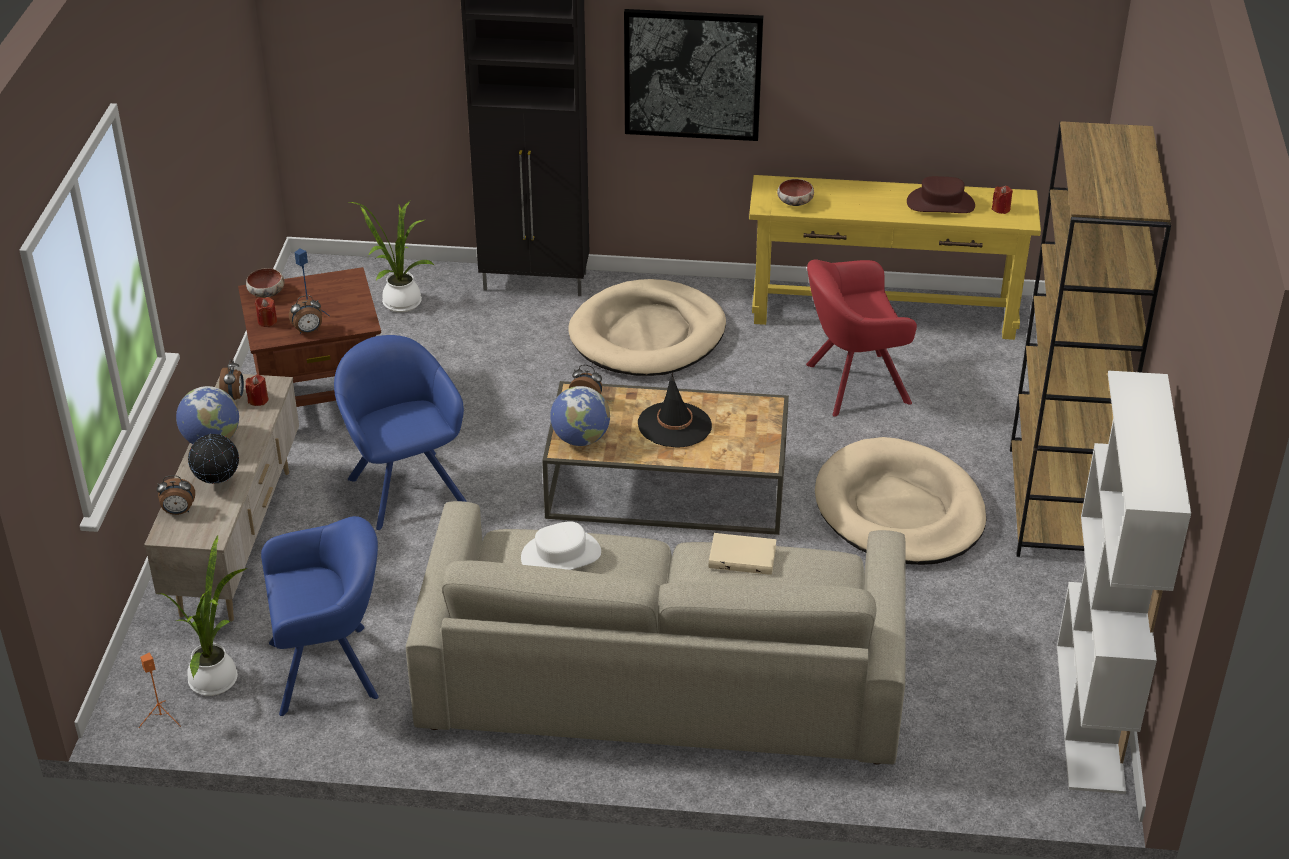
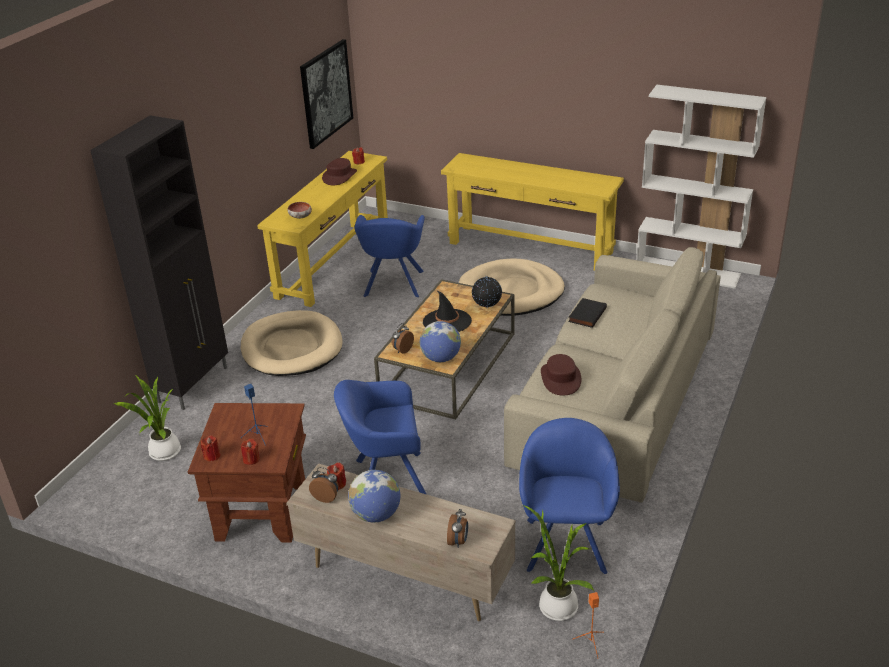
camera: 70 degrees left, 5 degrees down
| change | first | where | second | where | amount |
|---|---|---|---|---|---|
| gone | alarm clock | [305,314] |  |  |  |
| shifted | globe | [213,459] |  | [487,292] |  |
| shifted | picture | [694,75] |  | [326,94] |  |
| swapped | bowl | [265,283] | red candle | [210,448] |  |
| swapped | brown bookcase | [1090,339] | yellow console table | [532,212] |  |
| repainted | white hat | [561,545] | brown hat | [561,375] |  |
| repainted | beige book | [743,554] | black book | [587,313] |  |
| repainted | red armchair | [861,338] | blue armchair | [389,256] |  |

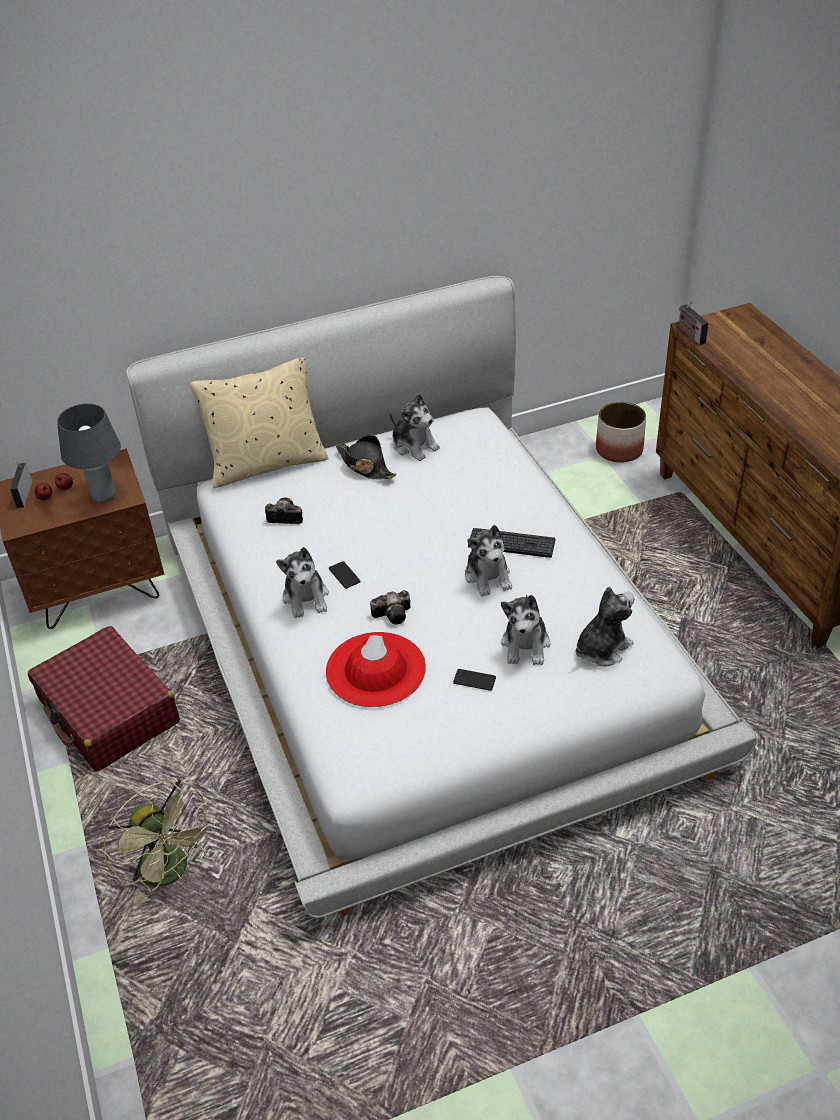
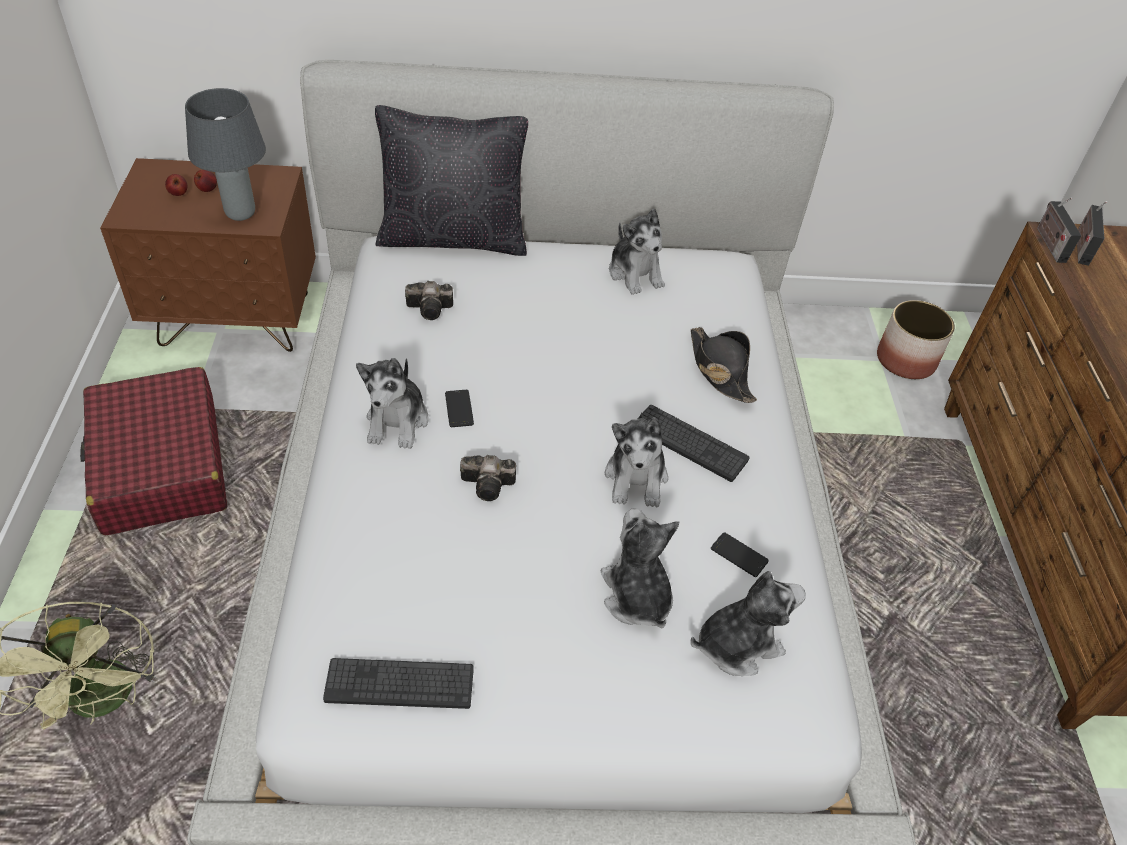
camera: 15 degrees right, 5 degrees up
| change | first | where | second | where | amount |
|---|---|---|---|---|---|
| gone | red hat | [376,669] |  |  |  |
| new |  |  | keyboard | [398,683] |  |
| shifted | radio | [21,484] |  | [1092,233] |  |
| shifted | black hat | [366,457] |  | [724,365] |  |
| shifted | phone | [474,680] |  | [740,554] |  |
| repainted | beige pillow | [259,423] | black pillow | [451,180] |  |
| rotated | photo camera | [284,510] |  | [429,300] | 150 degrees clockwise |
| rotated | plush toy | [525,630] |  | [640,568] | 135 degrees clockwise |

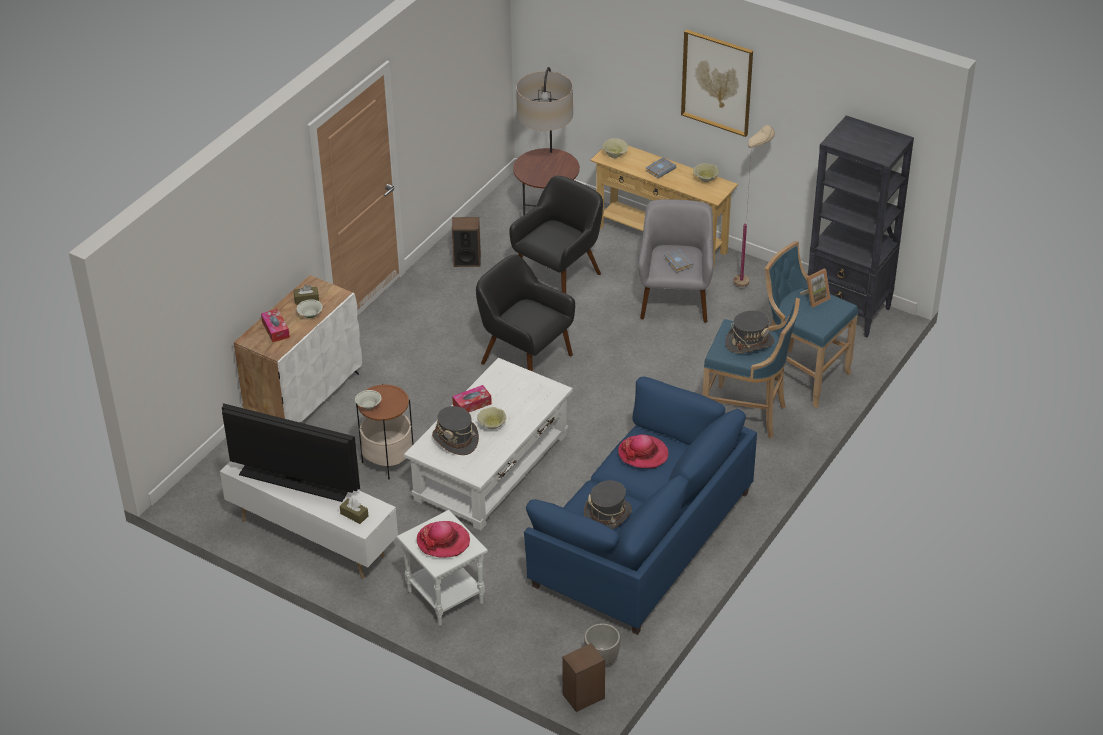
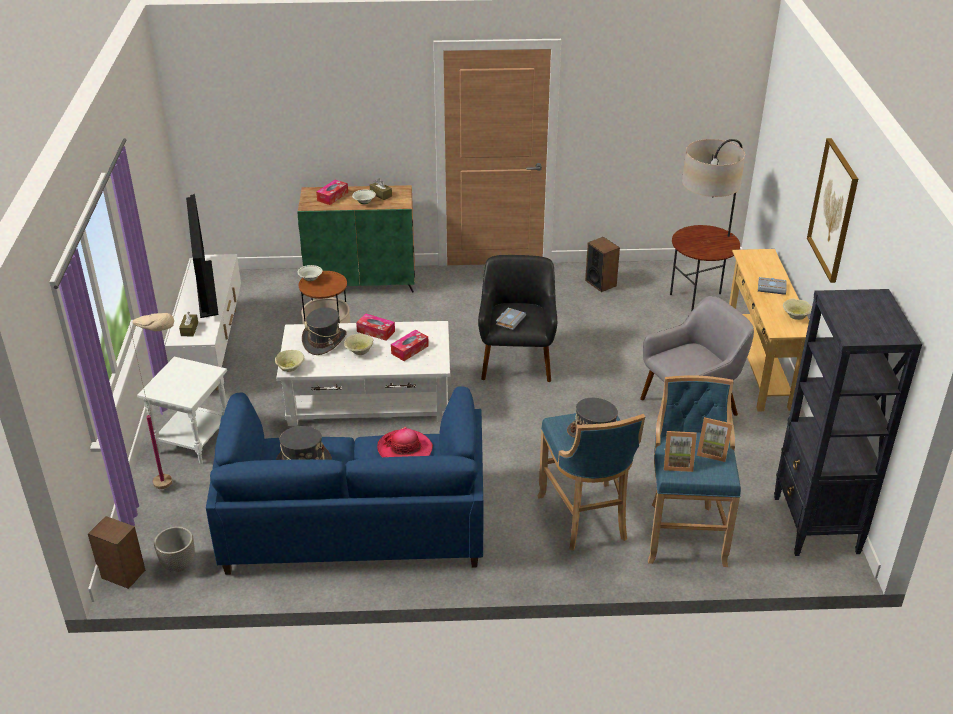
camera: 55 degrees right, 5 degrees down
| change | first | where | second | where | amount |
|---|---|---|---|---|---|
| gone | hat | [443,539] |  |  |  |
| gone | black armchair | [556,235] |  |  |  |
| new |  |  | tissue box | [410,345] |  |
| new |  |  | picture frame | [680,451] |  |
| shifted | beige bowl | [615,148] |  | [290,361] |  |
| shifted | grey book | [678,261] |  | [511,319] |  |
| shifted | beige floor lamp | [754,206] |  | [151,401] |  |
| repainted | white cabinet | [298,349] | green cabinet | [356,238] |  |

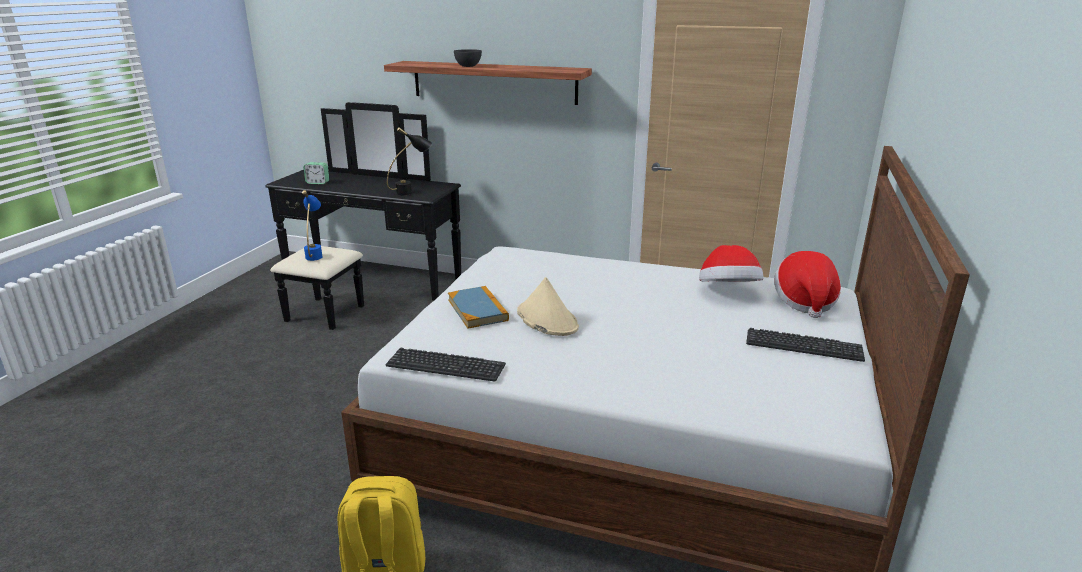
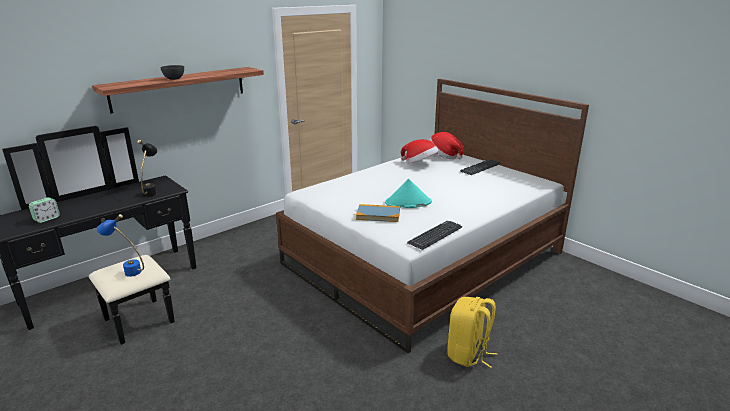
camera: 60 degrees left, 0 degrees up
| change | first | where | second | where | amount |
|---|---|---|---|---|---|
| repainted | beige hat | [548,306] | turquoise hat | [408,193] |  |

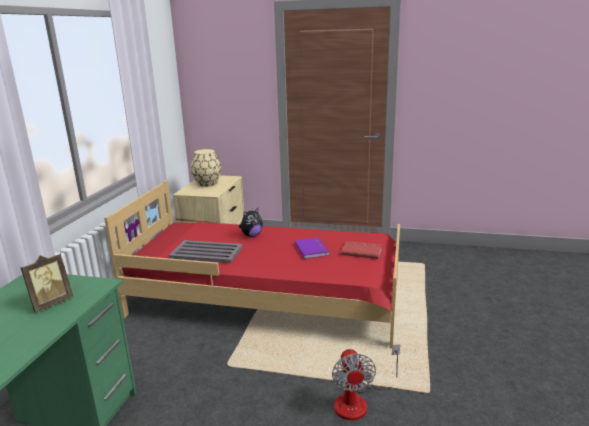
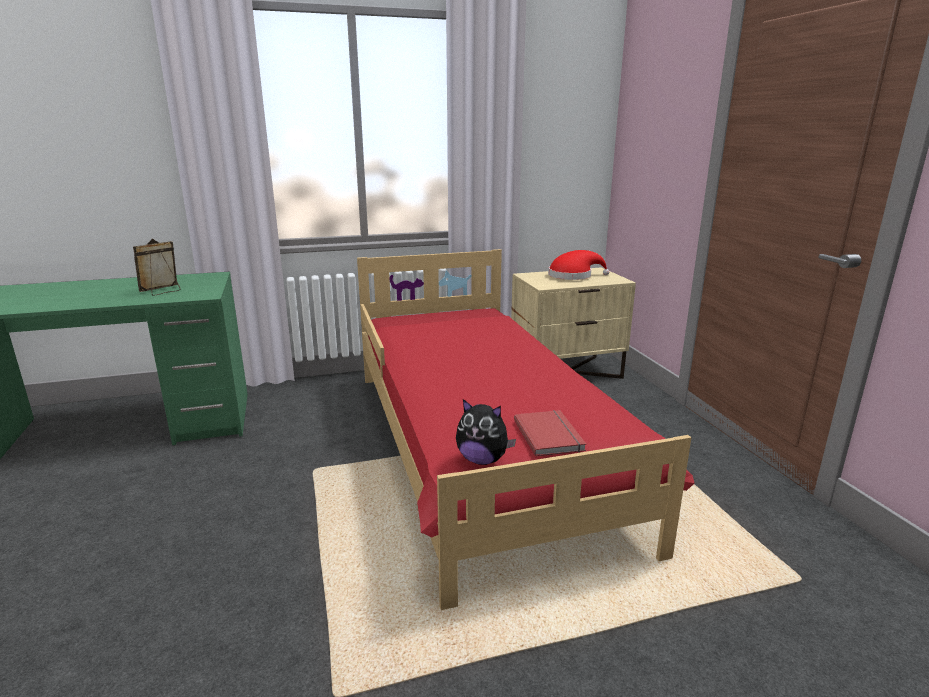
camera: 60 degrees right, 0 degrees up
| change | first | where | second | where | amount |
|---|---|---|---|---|---|
| gone | grey tray | [206,251] |  |  |  |
| gone | purple book | [312,248] |  |  |  |
| gone | fan | [366,382] |  |  |  |
| shifted | plush toy | [251,222] |  | [486,432] |  |
| swapped | beige vase | [206,168] | red hat | [578,265] |  |
| rotated | picture frame | [46,283] |  | [156,267] | 120 degrees clockwise |

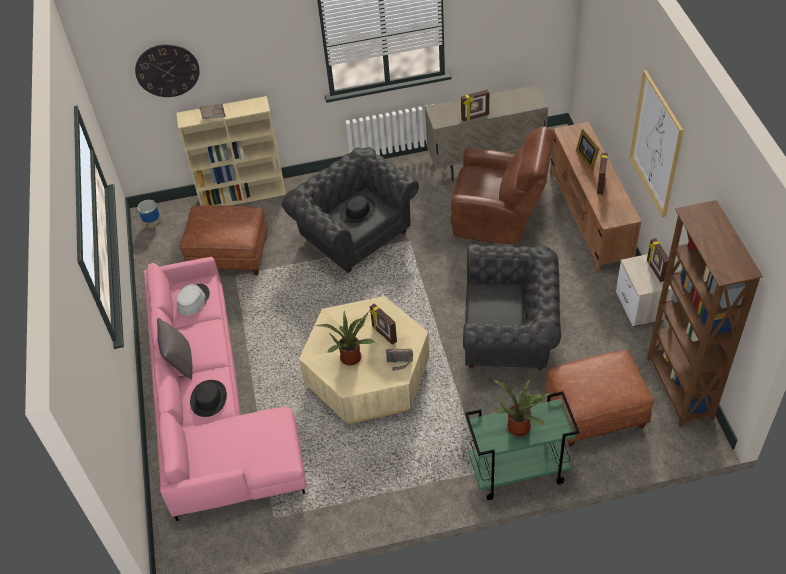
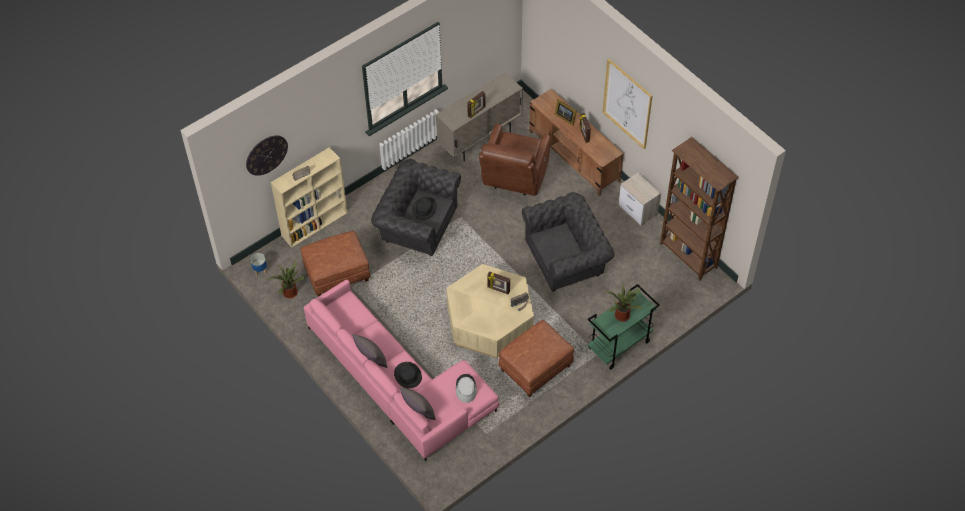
camera: 30 degrees left, 5 degrees up
| change | first | where | second | where | amount |
|---|---|---|---|---|---|
| gone | picture frame | [658,260] |  |  |  |
| new |  |  | grey pillow | [418,403] |  |
| shifted | grey hat | [193,300] |  | [466,388] |  |
| shifted | potted plant | [345,338] |  | [287,279] |  |
| shifted | brown ottoman | [600,398] |  | [536,358] |  |
| rotated | brown armchair | [503,185] |  | [515,160] | 120 degrees clockwise |

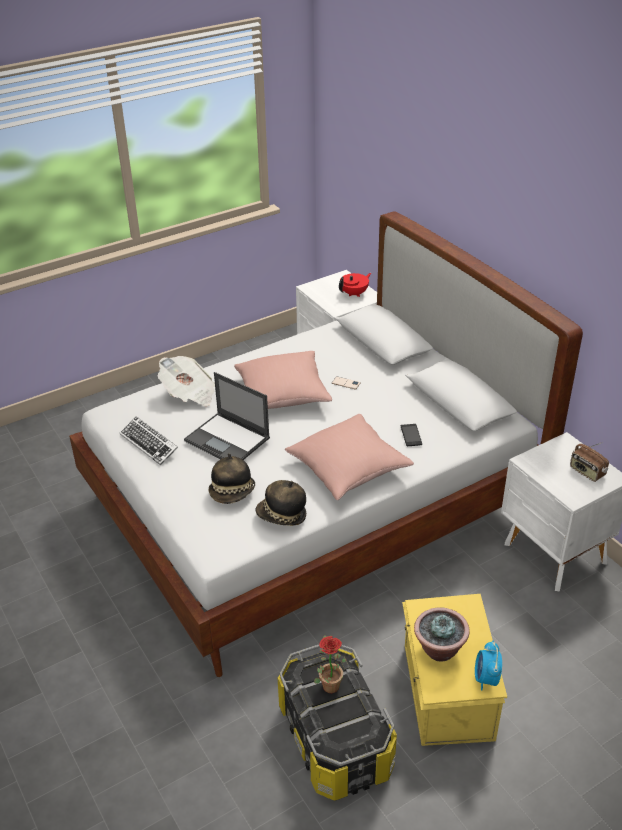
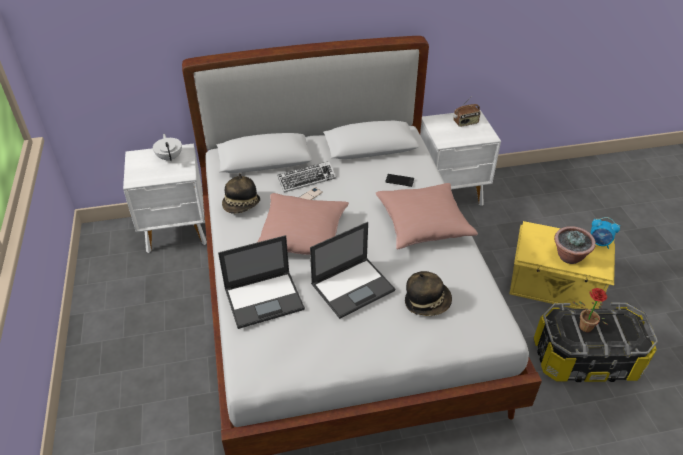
camera: 70 degrees left, 5 degrees up
| change | first | where | second | where | amount |
|---|---|---|---|---|---|
| shifted | keyboard | [149,440] |  | [306,177] |  |
| shifted | hat | [280,503] |  | [241,193] |  |
| swapped | newspaper | [186,381] | laptop | [261,282] |  |
| repainted | red teapot | [355,285] | white teapot | [167,147] |  |

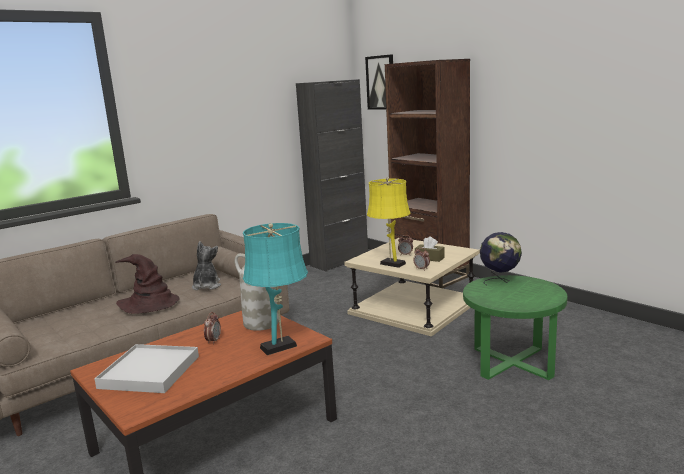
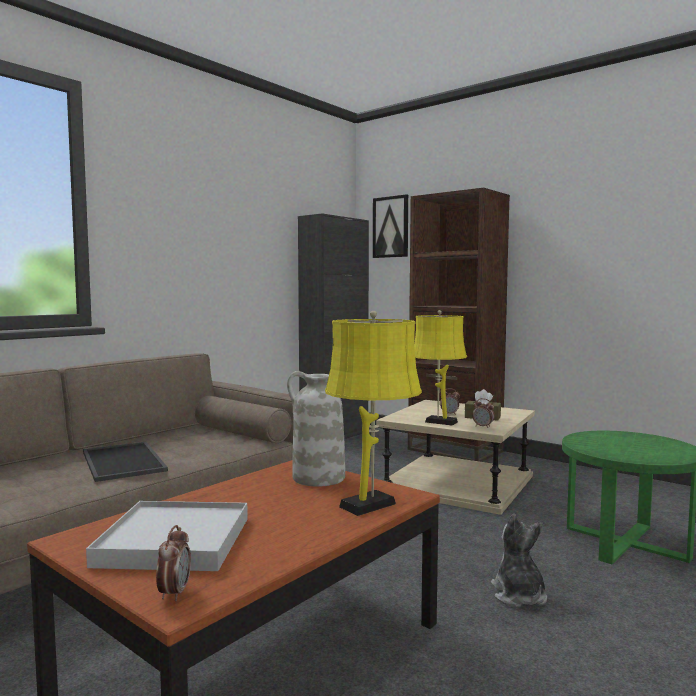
camera: 10 degrees left, 10 degrees down
| change | first | where | second | where | amount |
|---|---|---|---|---|---|
| gone | globe | [501,258] |  |  |  |
| shifted | plush toy | [206,265] |  | [519,560] |  |
| shifted | alarm clock | [212,328] |  | [173,563] |  |
| swapped | brown hat | [147,284] | tray | [125,462] |  |
| repainted | turquoise table lamp | [275,289] | yellow table lamp | [373,413] |  |

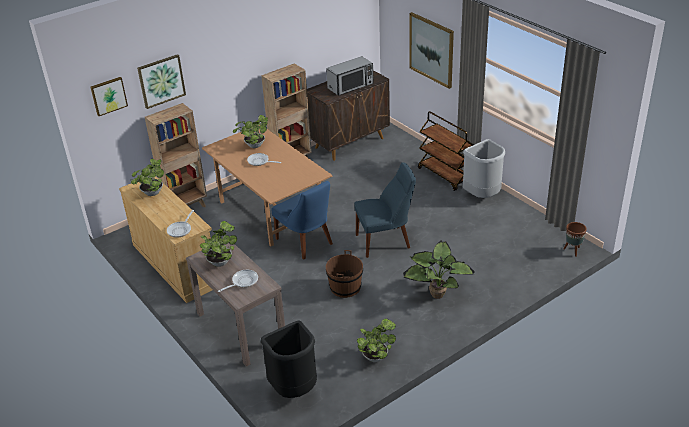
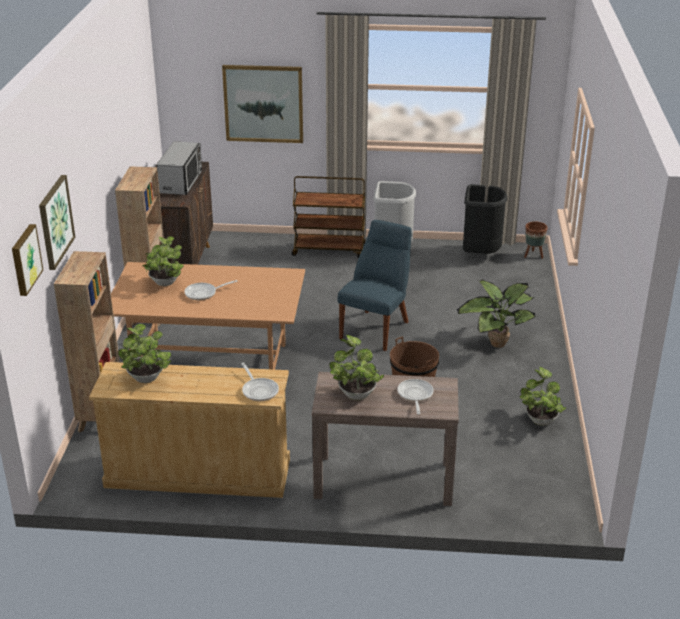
camera: 50 degrees left, 5 degrees down
| change | first | where | second | where | amount |
|---|---|---|---|---|---|
| gone | blue chair | [302,220] |  |  |  |
| shifted | black trash can | [289,359] |  | [485,219] |  |

